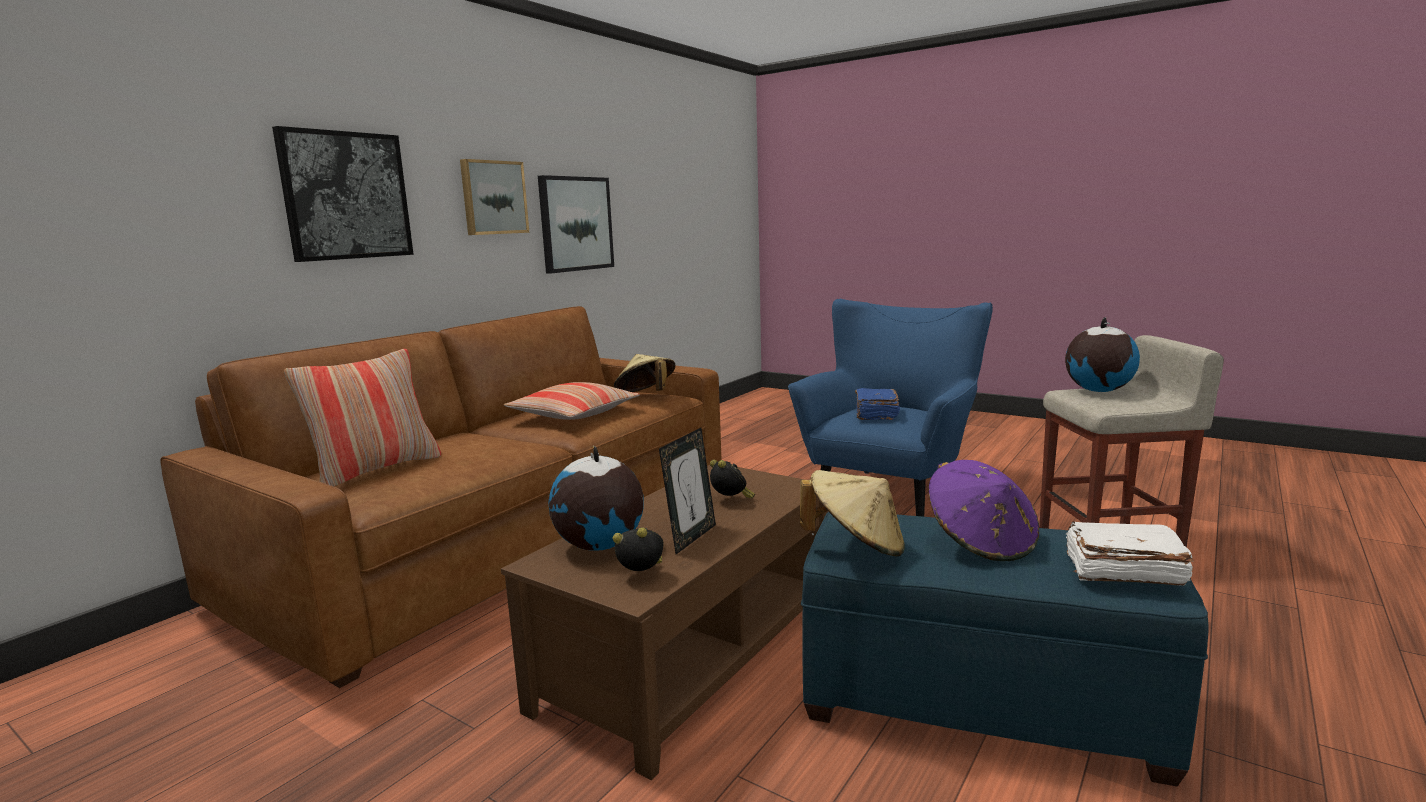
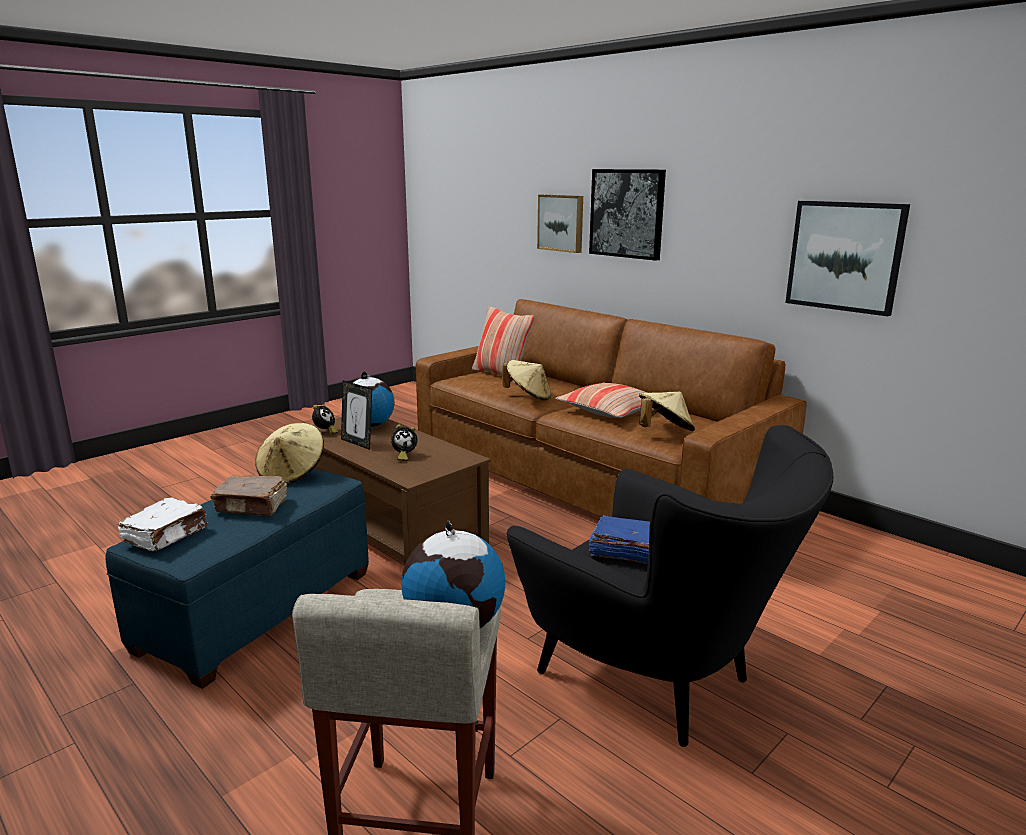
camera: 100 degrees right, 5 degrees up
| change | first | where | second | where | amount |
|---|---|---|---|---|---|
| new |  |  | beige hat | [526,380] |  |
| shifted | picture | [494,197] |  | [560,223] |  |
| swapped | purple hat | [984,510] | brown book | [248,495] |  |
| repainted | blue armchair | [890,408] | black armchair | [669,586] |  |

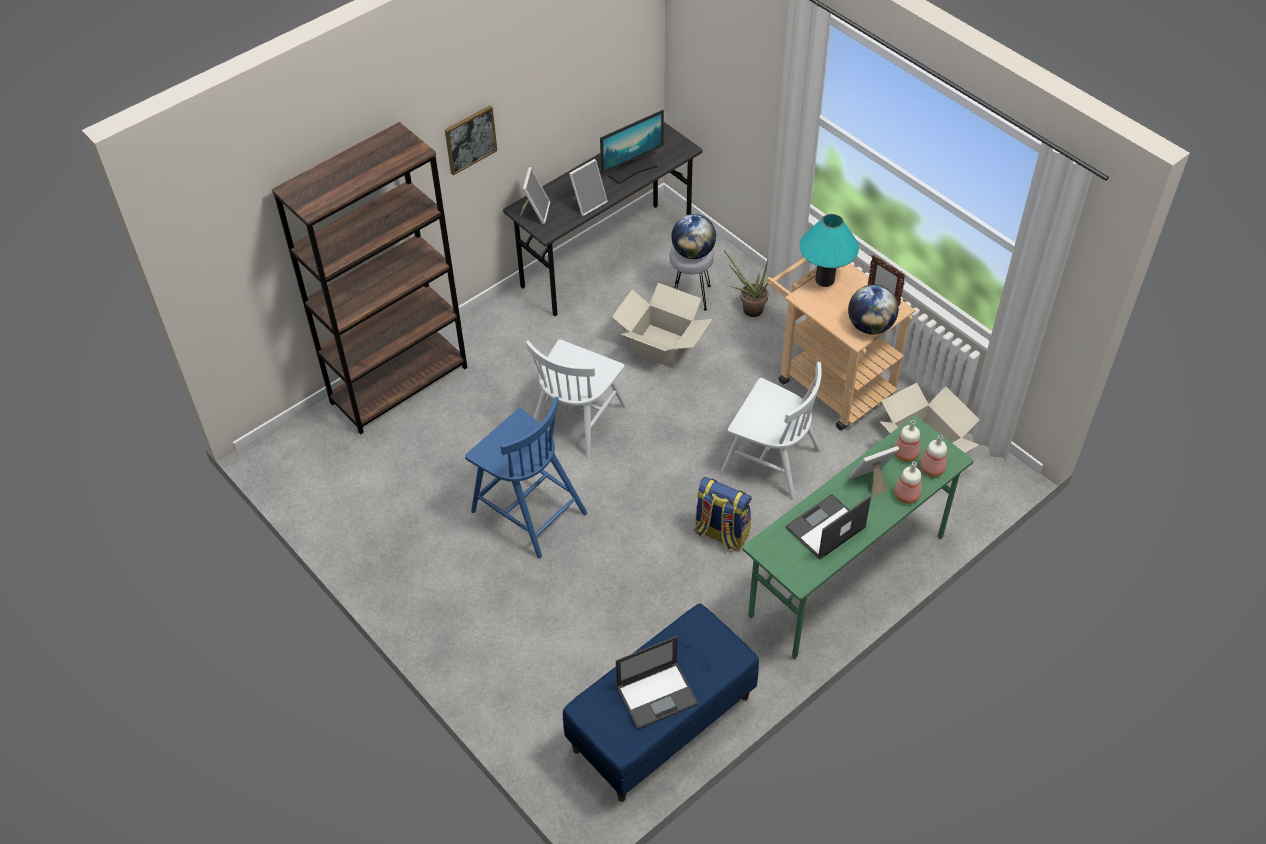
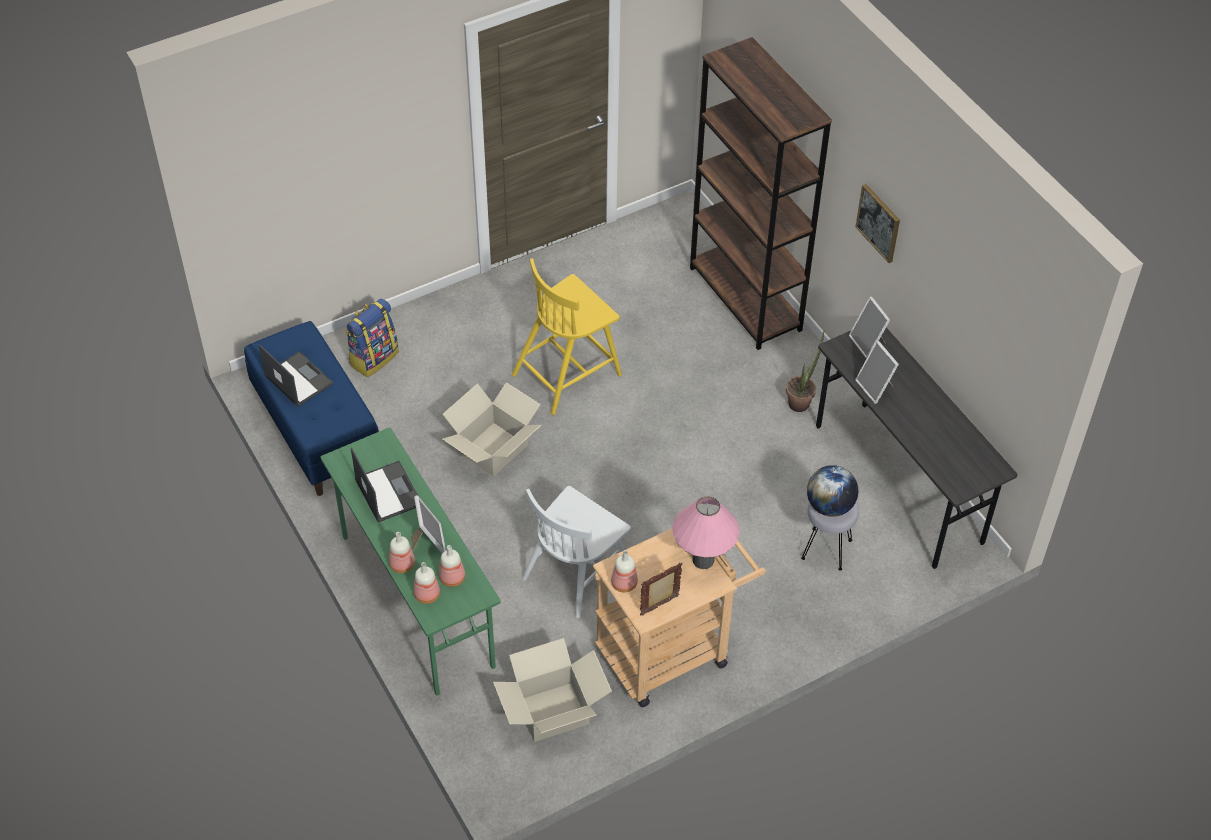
camera: 100 degrees right, 0 degrees up
| change | first | where | second | where | amount |
|---|---|---|---|---|---|
| gone | white chair | [576,399] |  |  |  |
| gone | monitor | [632,147] |  |  |  |
| shifted | cardboard box | [662,326] |  | [492,429] |  |
| shifted | backpack | [723,514] |  | [372,337] |  |
| shifted | potted plant | [746,283] |  | [805,371] |  |
| swapped | globe | [873,309] | bottle | [624,571] |  |
| repainted | blue chair | [526,478] | yellow chair | [567,336] |  |
| repainted | turquoise table lamp | [829,250] | pink table lamp | [706,533] |  |
| rotated | picture frame | [535,195] |  | [869,327] | 45 degrees clockwise |
| rotated | laptop | [657,682] |  | [296,375] | 150 degrees clockwise |

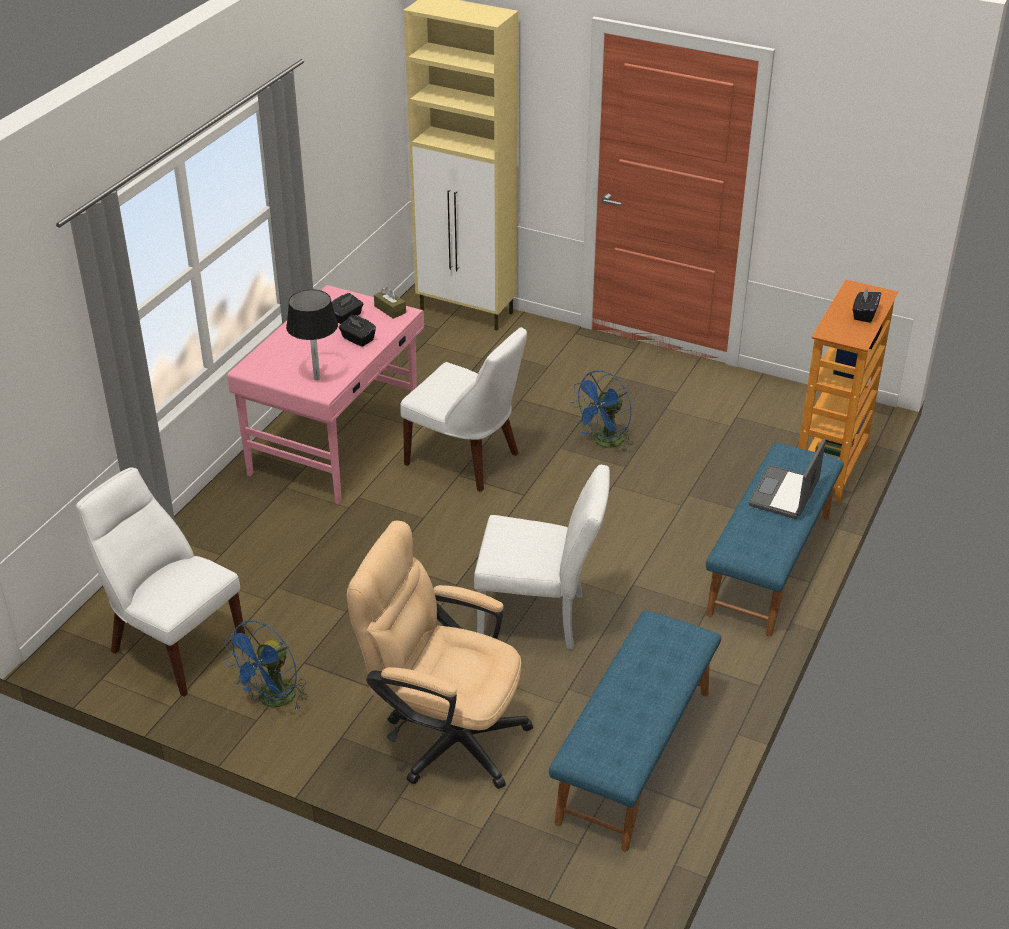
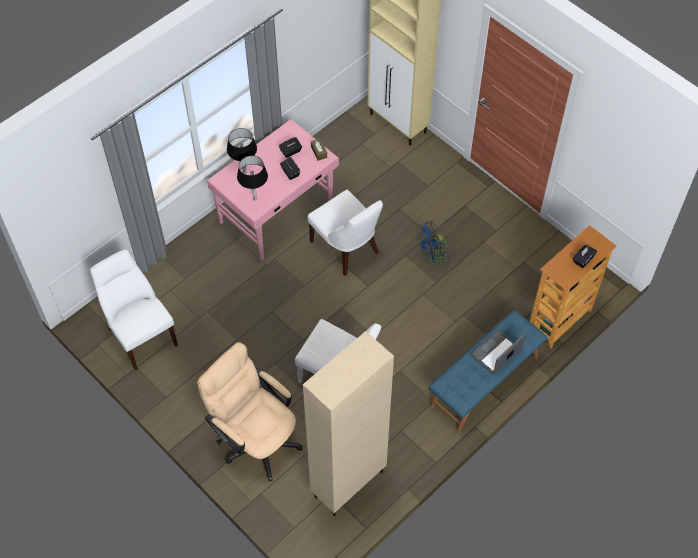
camera: 20 degrees right, 20 degrees up
| change | first | where | second | where | amount |
|---|---|---|---|---|---|
| gone | blue fan | [265,665] |  |  |  |
| new |  |  | black table lamp | [242,150] |  |
| swapped | blue bench | [635,731] | beige cabinet | [348,423] |  |

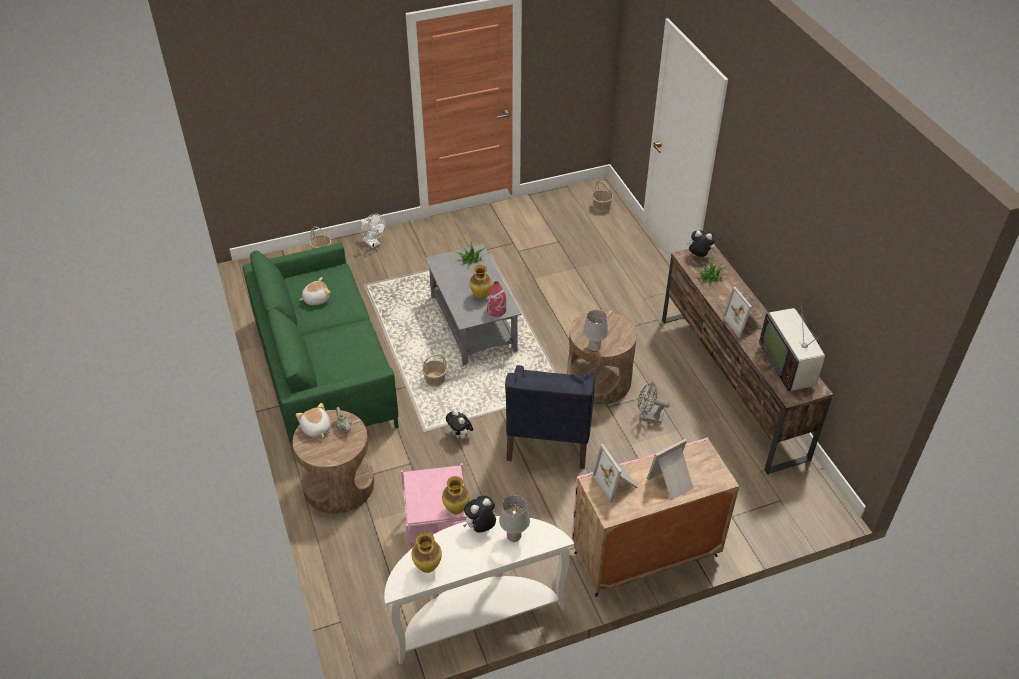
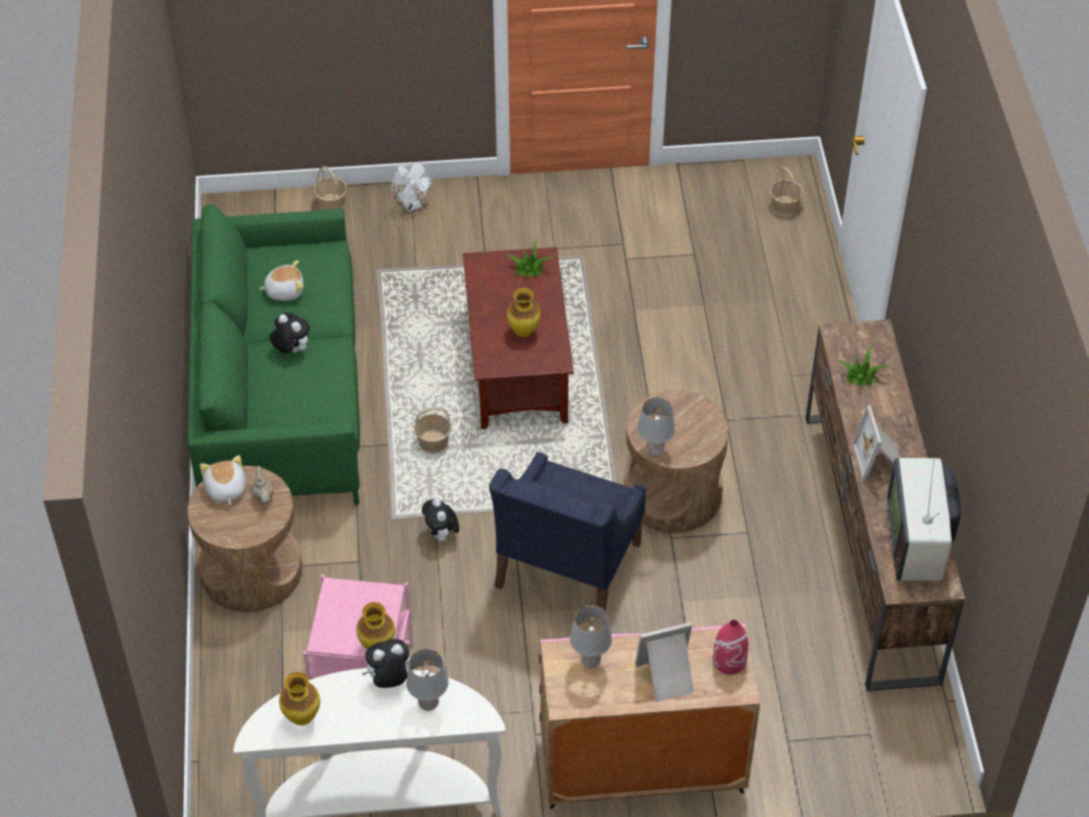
camera: 15 degrees right, 5 degrees up
| change | first | where | second | where | amount |
|---|---|---|---|---|---|
| gone | grey fan | [654,402] |  |  |  |
| shifted | red vase | [496,299] |  | [730,647] |  |
| shifted | plush toy | [701,243] |  | [289,333] |  |
| swapped | picture frame | [615,473] | grey table lamp | [591,636] |  |
| repainted | grey coffee table | [473,305] | brown coffee table | [518,338] |  |

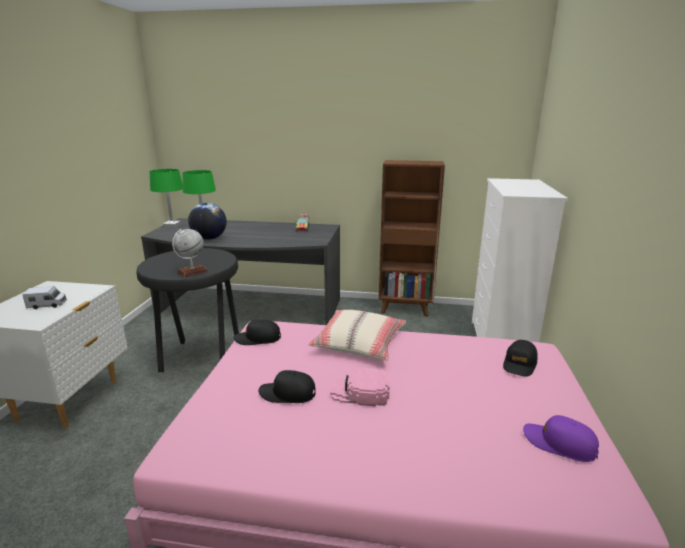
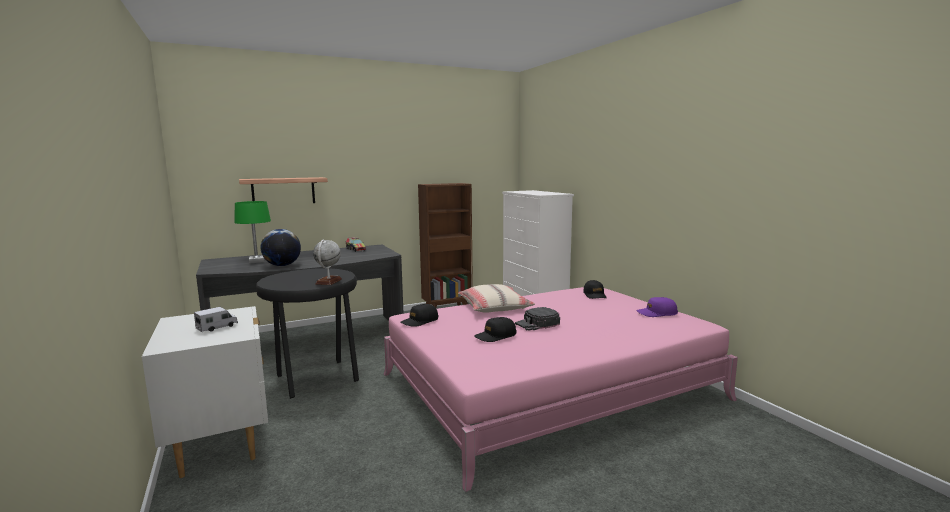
camera: 35 degrees left, 10 degrees down
| change | first | where | second | where | amount |
|---|---|---|---|---|---|
| gone | green table lamp | [166,198] |  |  |  |
| new |  |  | shelf | [283,190] |  |
| repainted | pink cap | [360,387] | black cap | [537,319] |  |

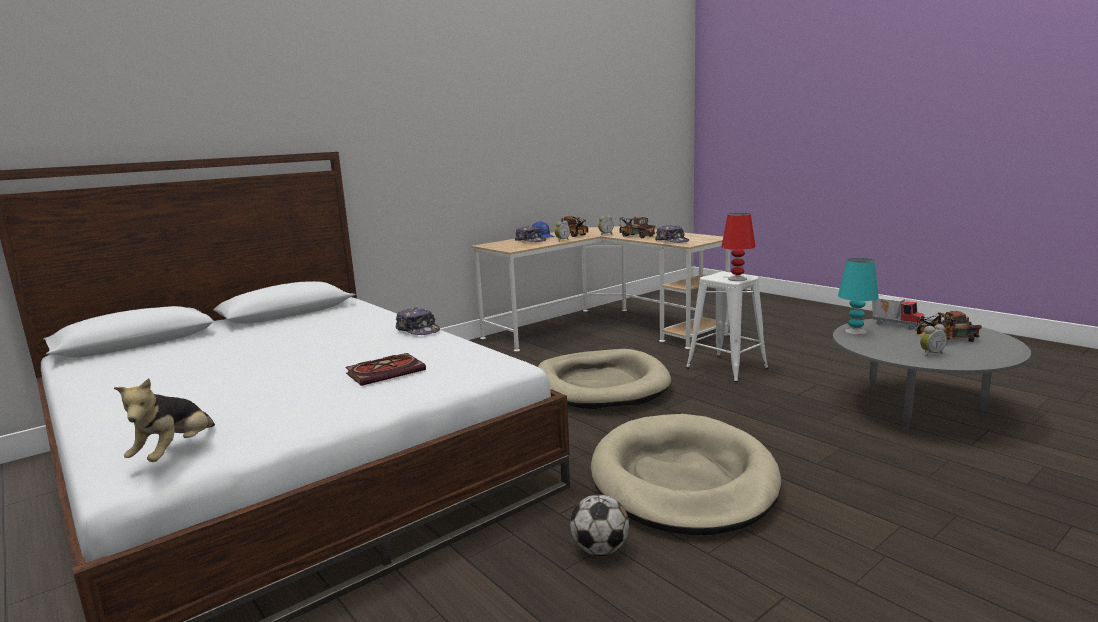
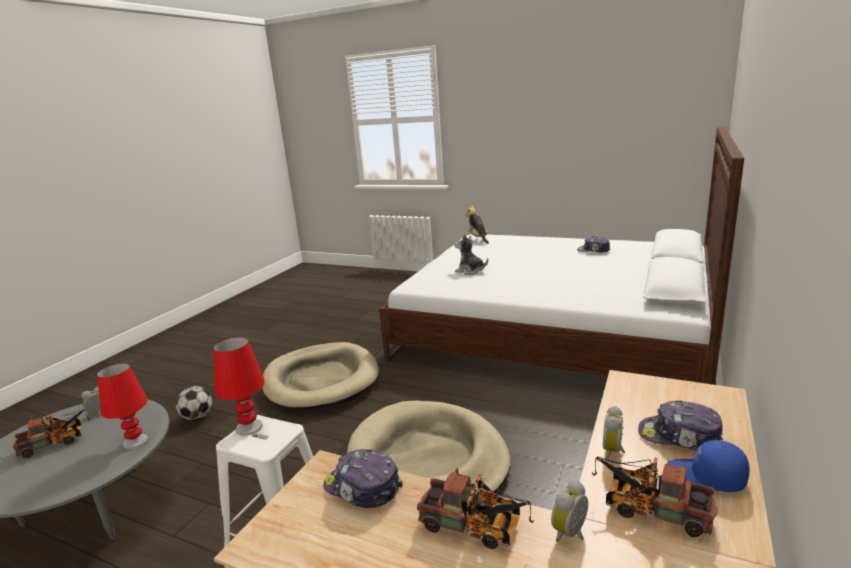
camera: 155 degrees right, 5 degrees up
| change | first | where | second | where | amount |
|---|---|---|---|---|---|
| gone | toy truck | [898,312] |  |  |  |
| shifted | cap | [418,321] |  | [593,244] |  |
| shifted | football | [599,525] |  | [194,403] |  |
| swapped | book | [385,369] | plush toy | [471,254] |  |
| repainted | turquoise table lamp | [858,296] | red table lamp | [122,406] |  |

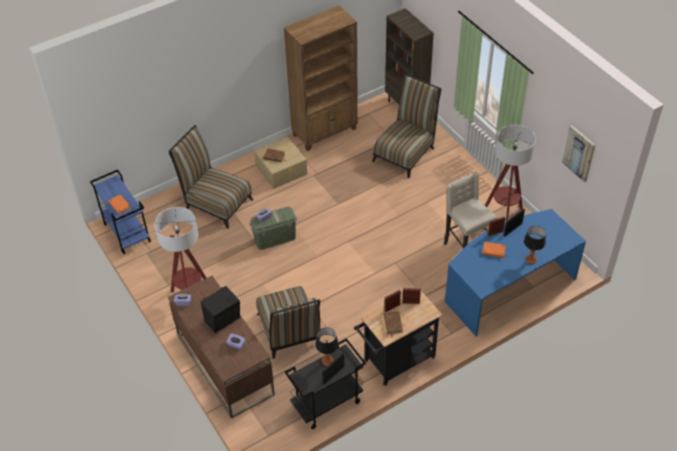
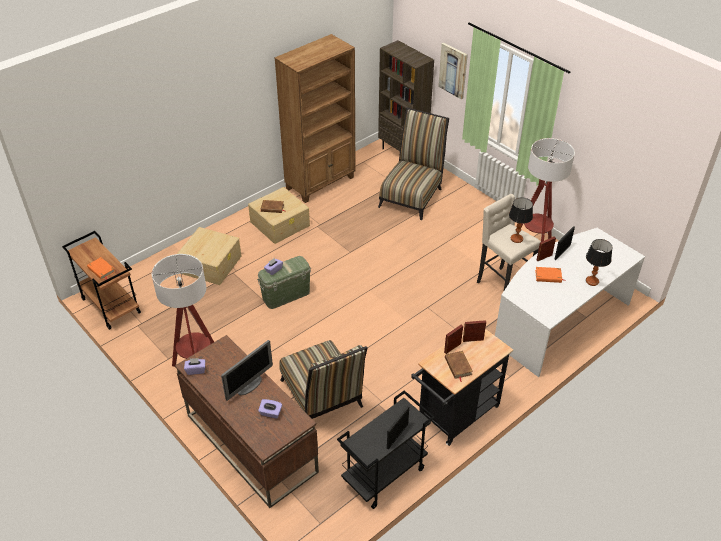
camera: 10 degrees left, 5 degrees down
| change | first | where | second | where | amount |
|---|---|---|---|---|---|
| shifted | table lamp | [327,347] |  | [521,220] |  |
| shifted | picture | [578,153] |  | [453,71] |  |
| swapped | chair | [210,177] | beige storage box | [209,256] |  |
| swapped | black speaker | [220,309] | monitor | [247,370] |  |
| repainted | blue cart | [120,212] | brown cart | [101,280] |  |
| repainted | blue desk | [515,272] | white desk | [570,302] |  |

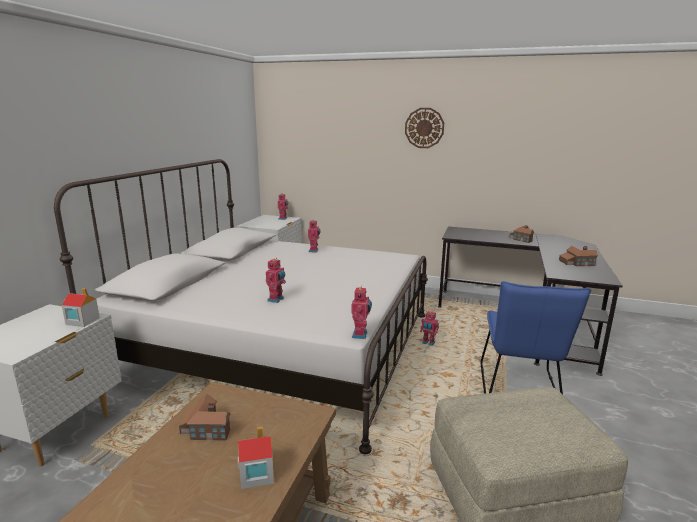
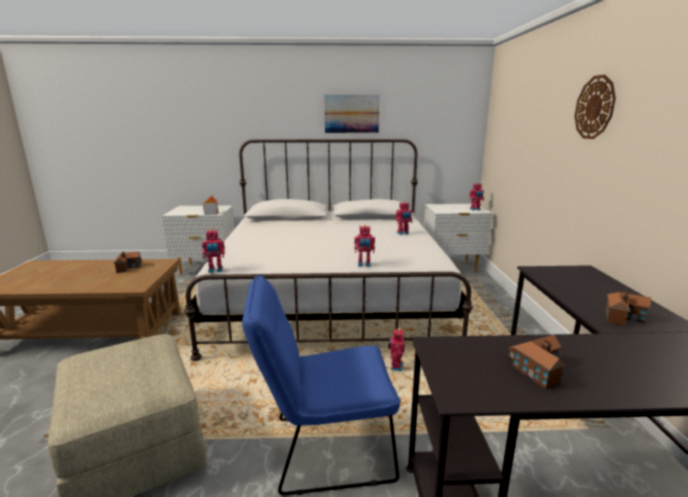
camera: 70 degrees right, 0 degrees up
| change | first | where | second | where | amount |
|---|---|---|---|---|---|
| gone | toy house | [256,457] |  |  |  |
| new |  |  | picture | [352,114] |  |
| shifted | toy robot | [276,280] |  | [364,246] |  |

